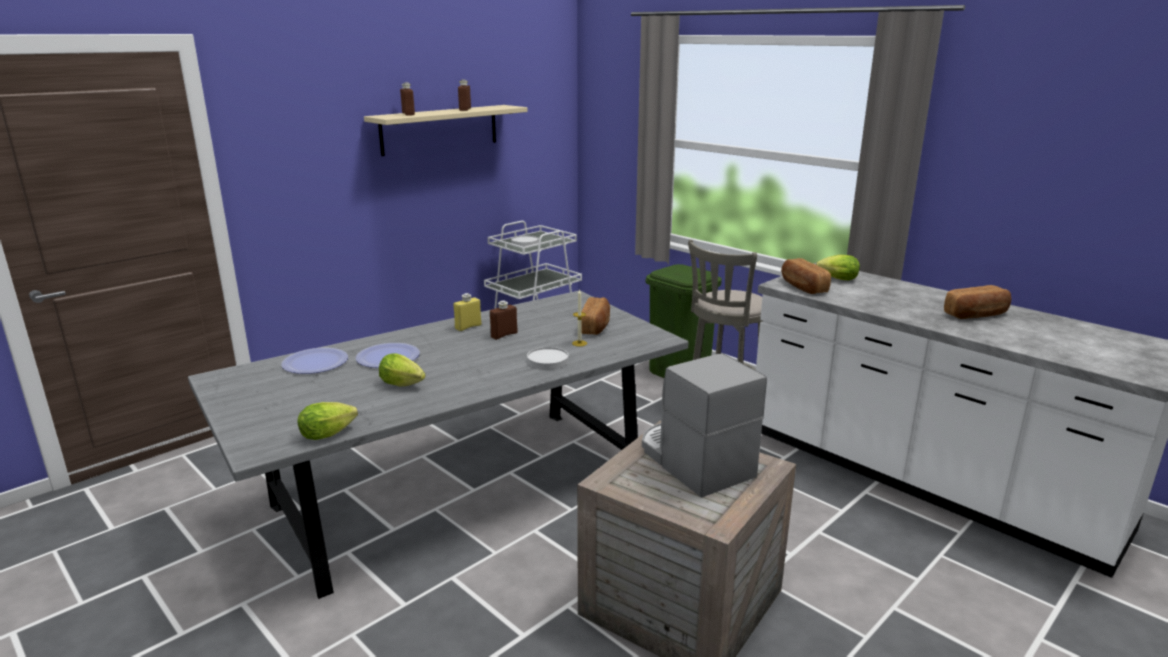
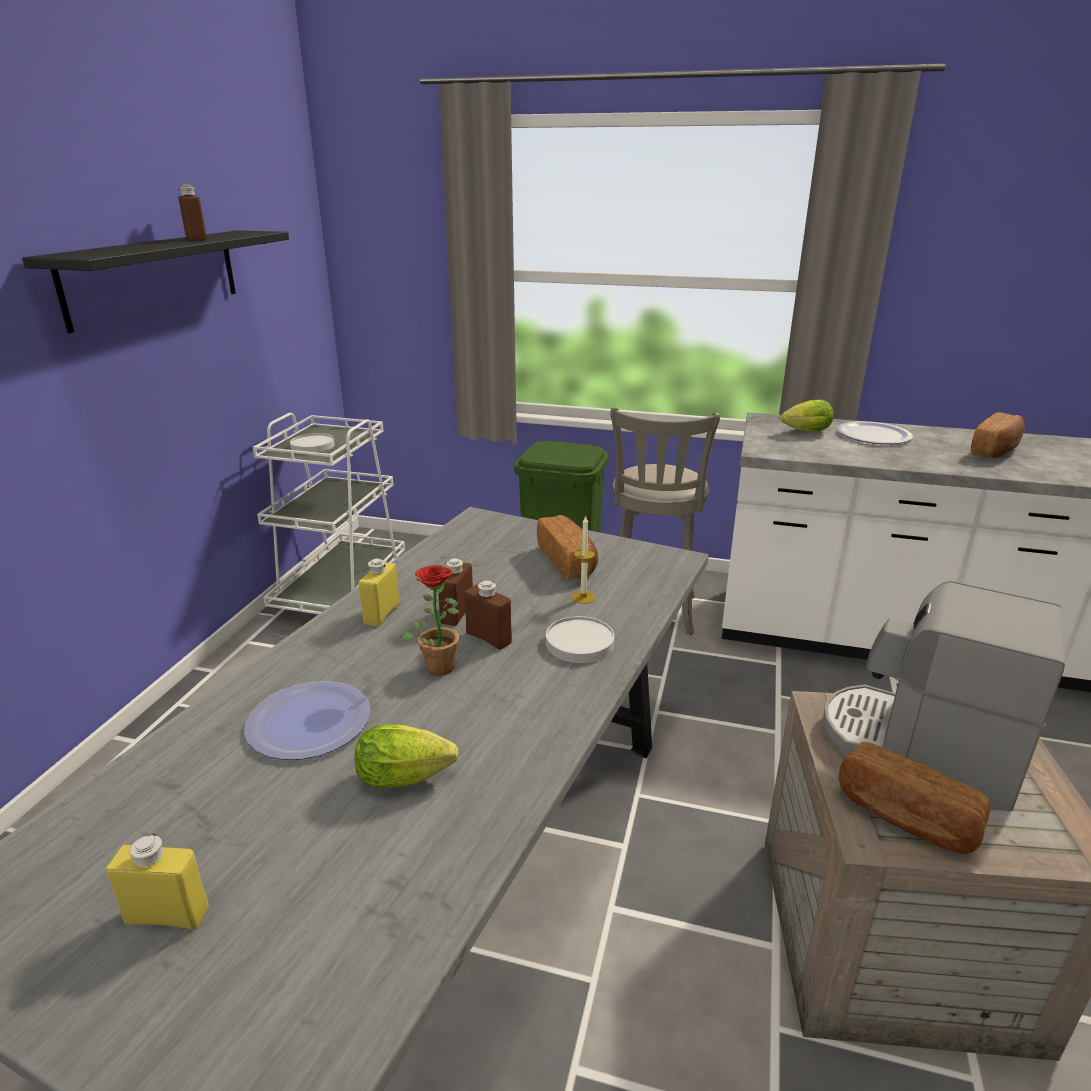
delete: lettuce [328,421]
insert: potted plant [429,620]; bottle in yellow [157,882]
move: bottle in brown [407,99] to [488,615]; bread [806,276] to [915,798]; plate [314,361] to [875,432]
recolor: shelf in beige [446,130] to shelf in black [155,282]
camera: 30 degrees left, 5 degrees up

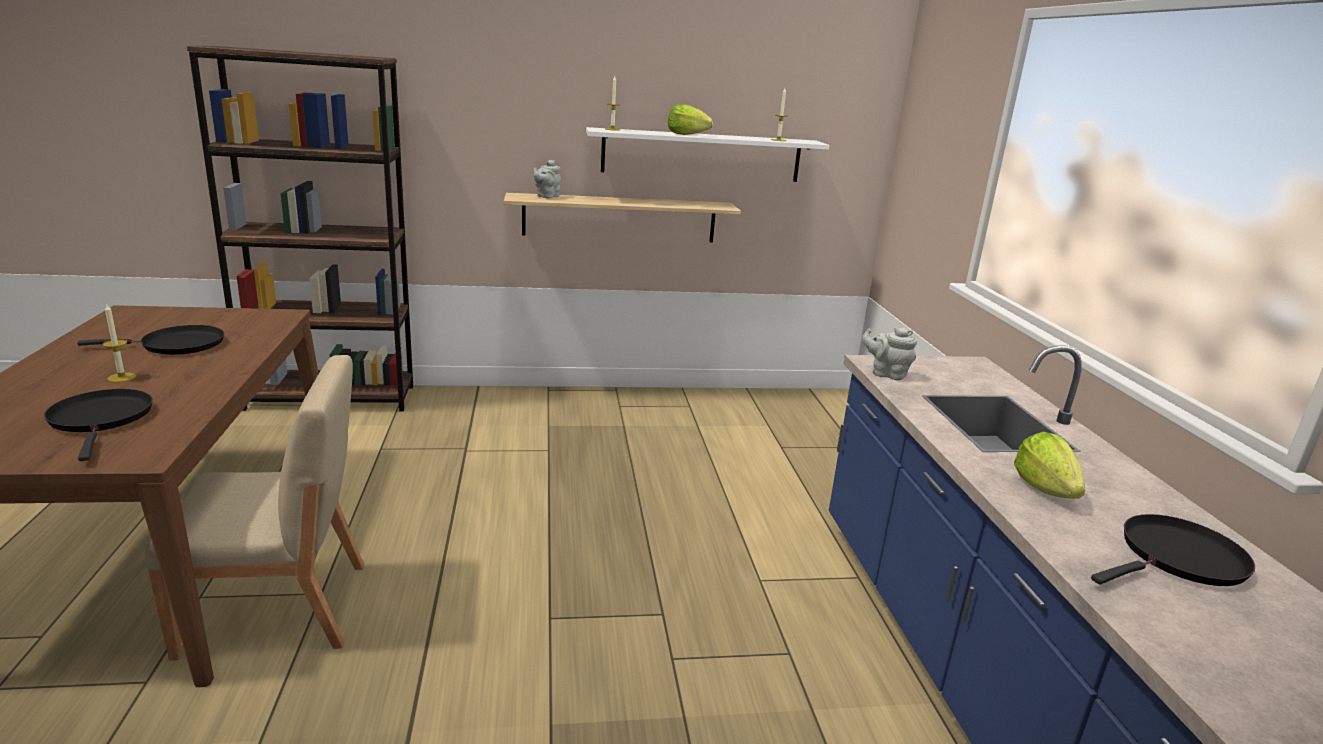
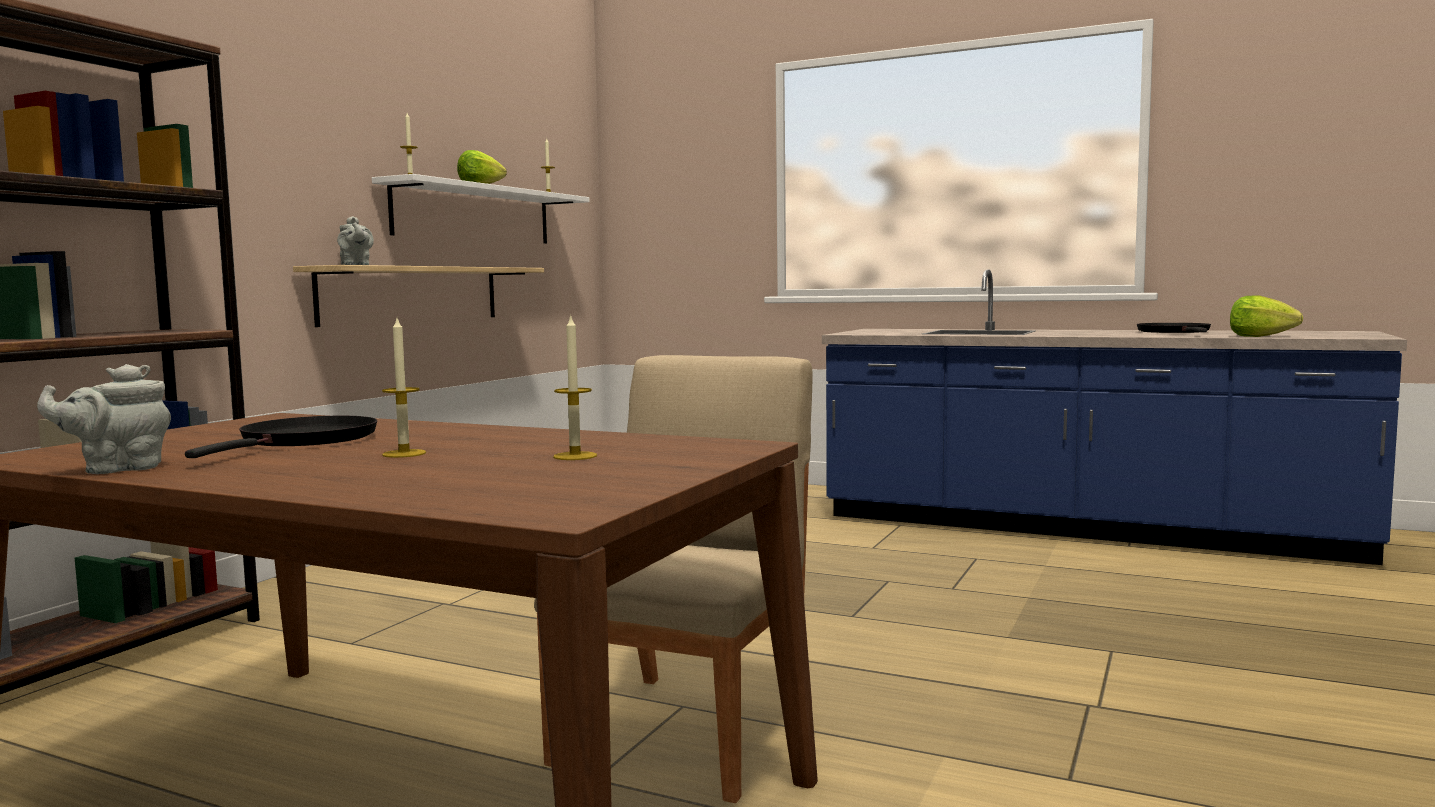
move: teapot in grey [889,353] to [104,419]; lettuce [1049,465] to [1266,316]
replace: frying pan in black [98,425] to candle [575,387]
camera: 55 degrees left, 15 degrees down

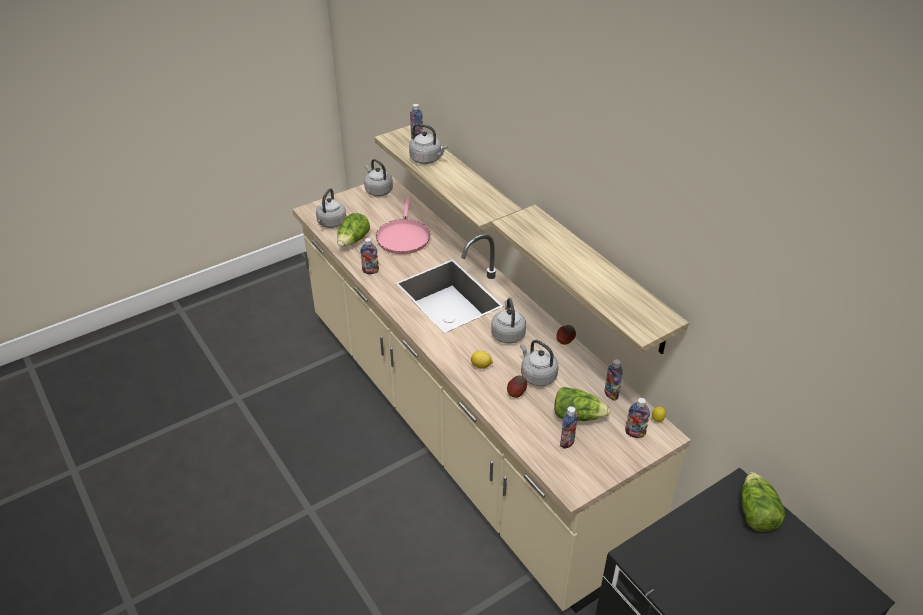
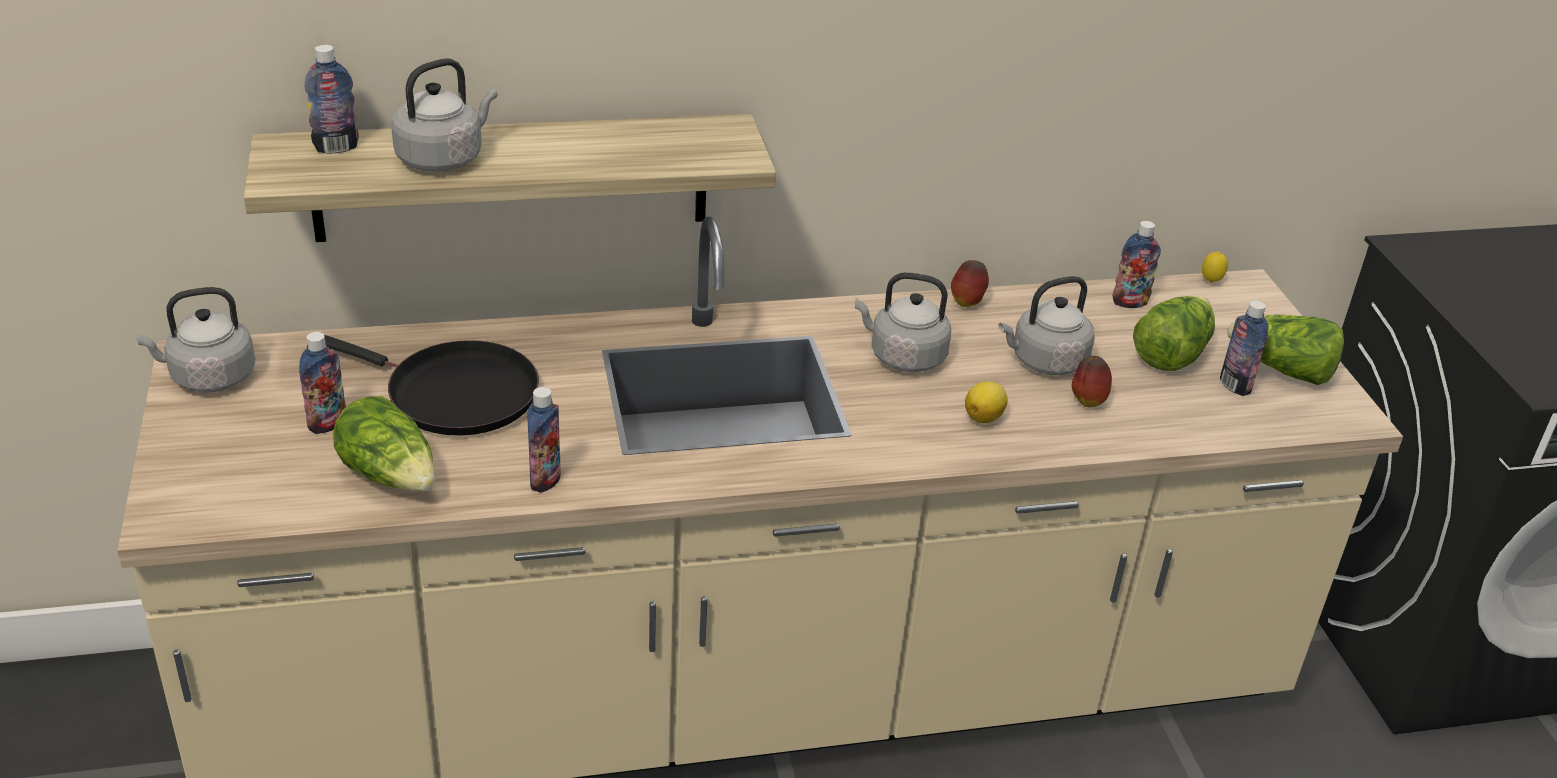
delete: kettle in grey [331,208]; shelf [590,279]
move: bottle [637,418] to [322,383]; lettuce [763,502] to [1285,350]
recolor: frying pan in pink [403,226] to frying pan in black [431,385]
camera: 70 degrees left, 5 degrees down

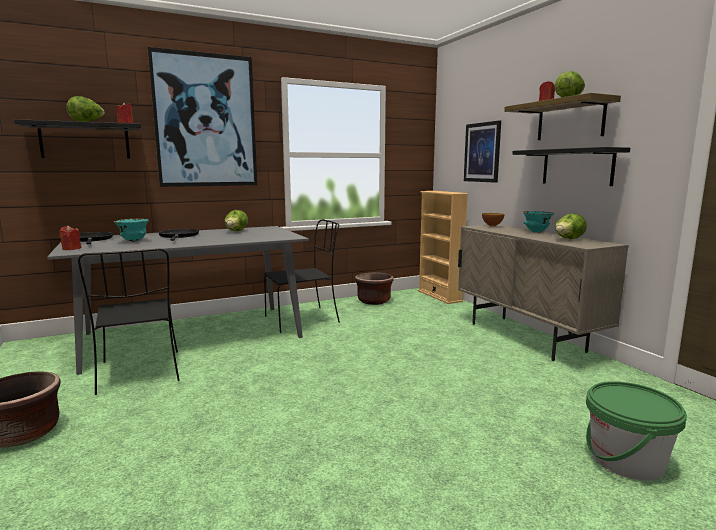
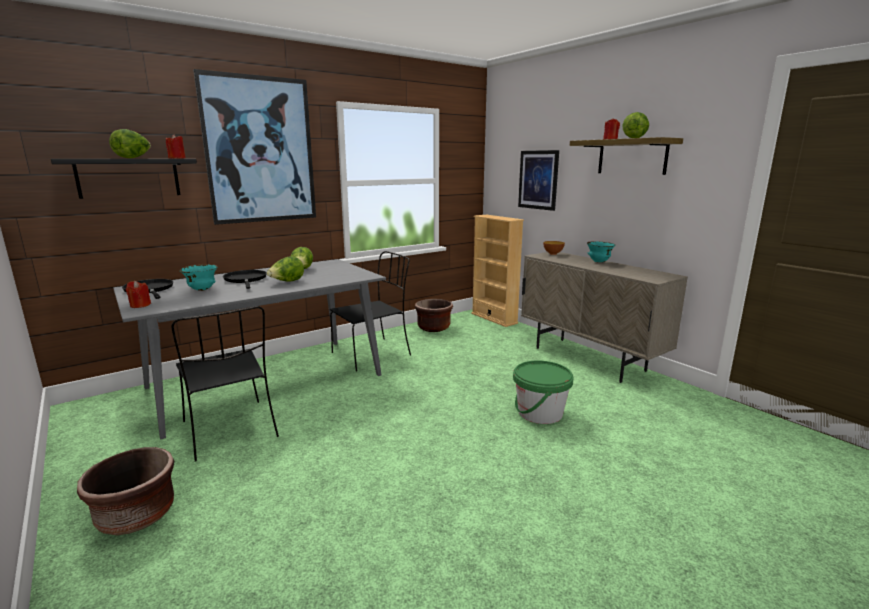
delete: shelf in black [571,166]
move: lettuce [571,226] to [285,269]; bucket in green [636,431] to [543,392]
camera: 10 degrees left, 5 degrees up

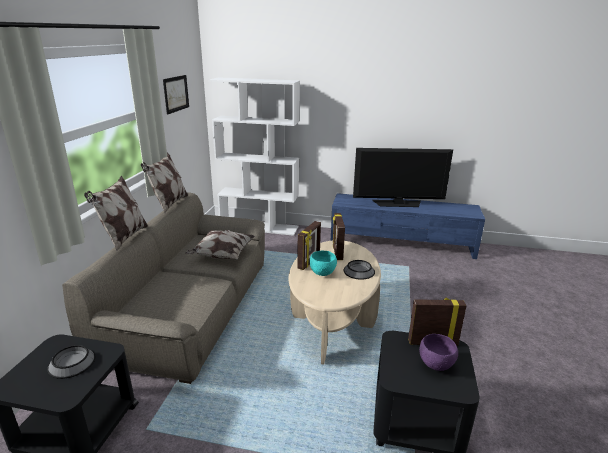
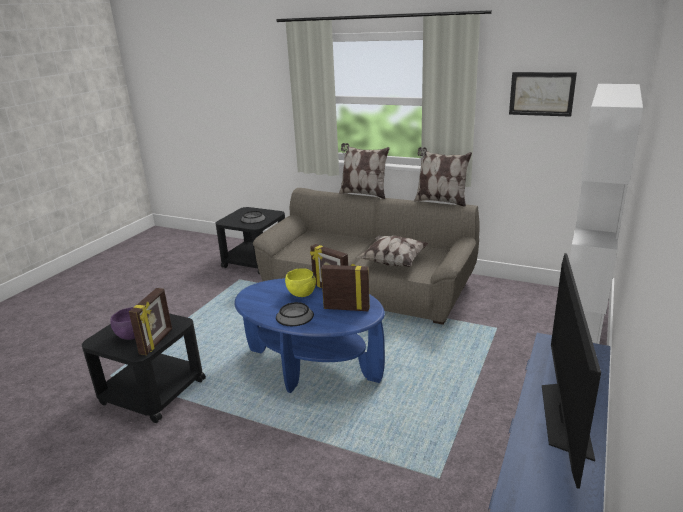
recolor: coffee table in beige [334,302] to coffee table in blue [309,335]; bowl in turquoise [323,263] to bowl in yellow [300,282]
camera: 105 degrees right, 0 degrees up

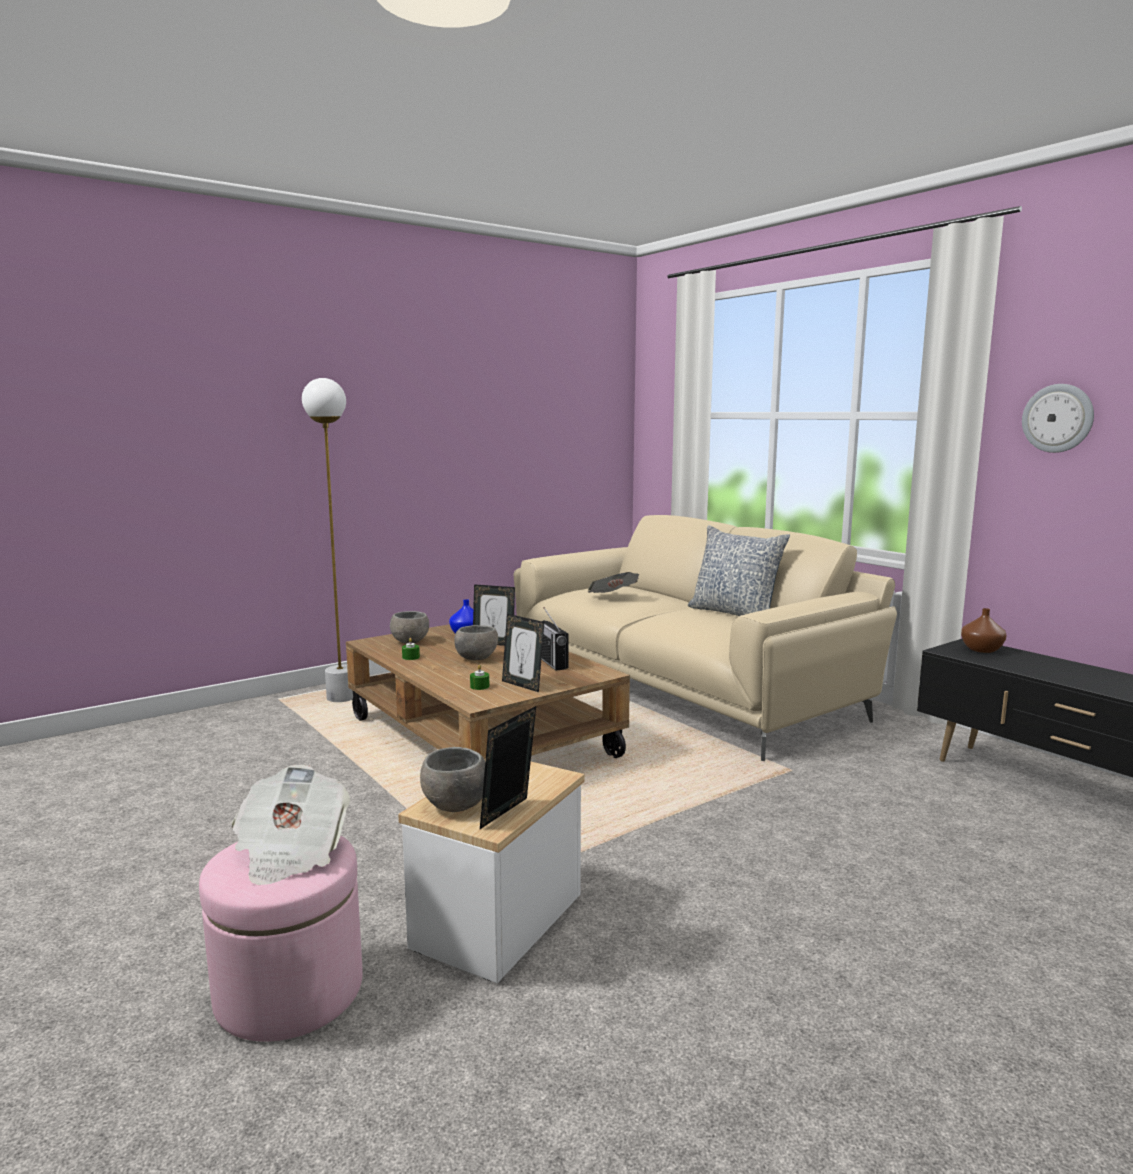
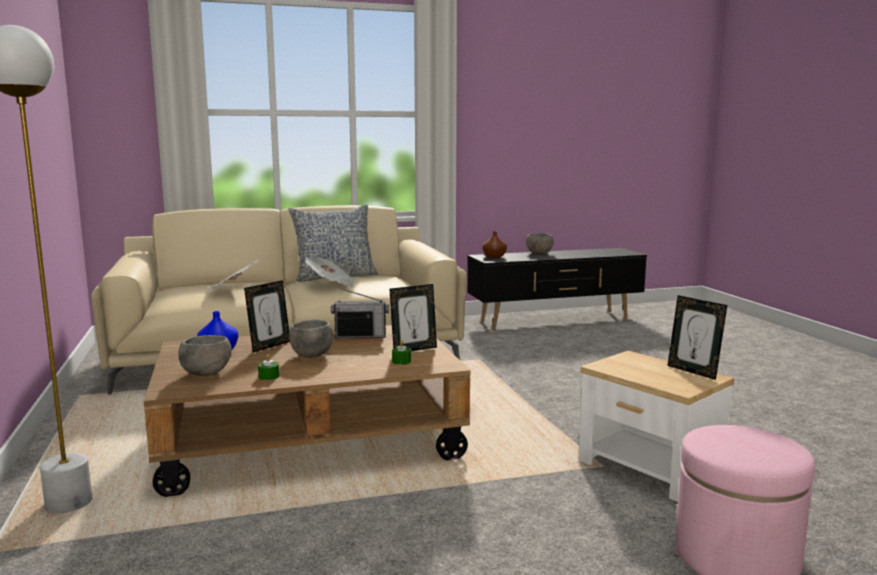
delete: wall clock [1058,418]
move: bowl in grey [452,779] to [540,244]; newspaper [290,824] to [329,271]
camera: 70 degrees left, 0 degrees up

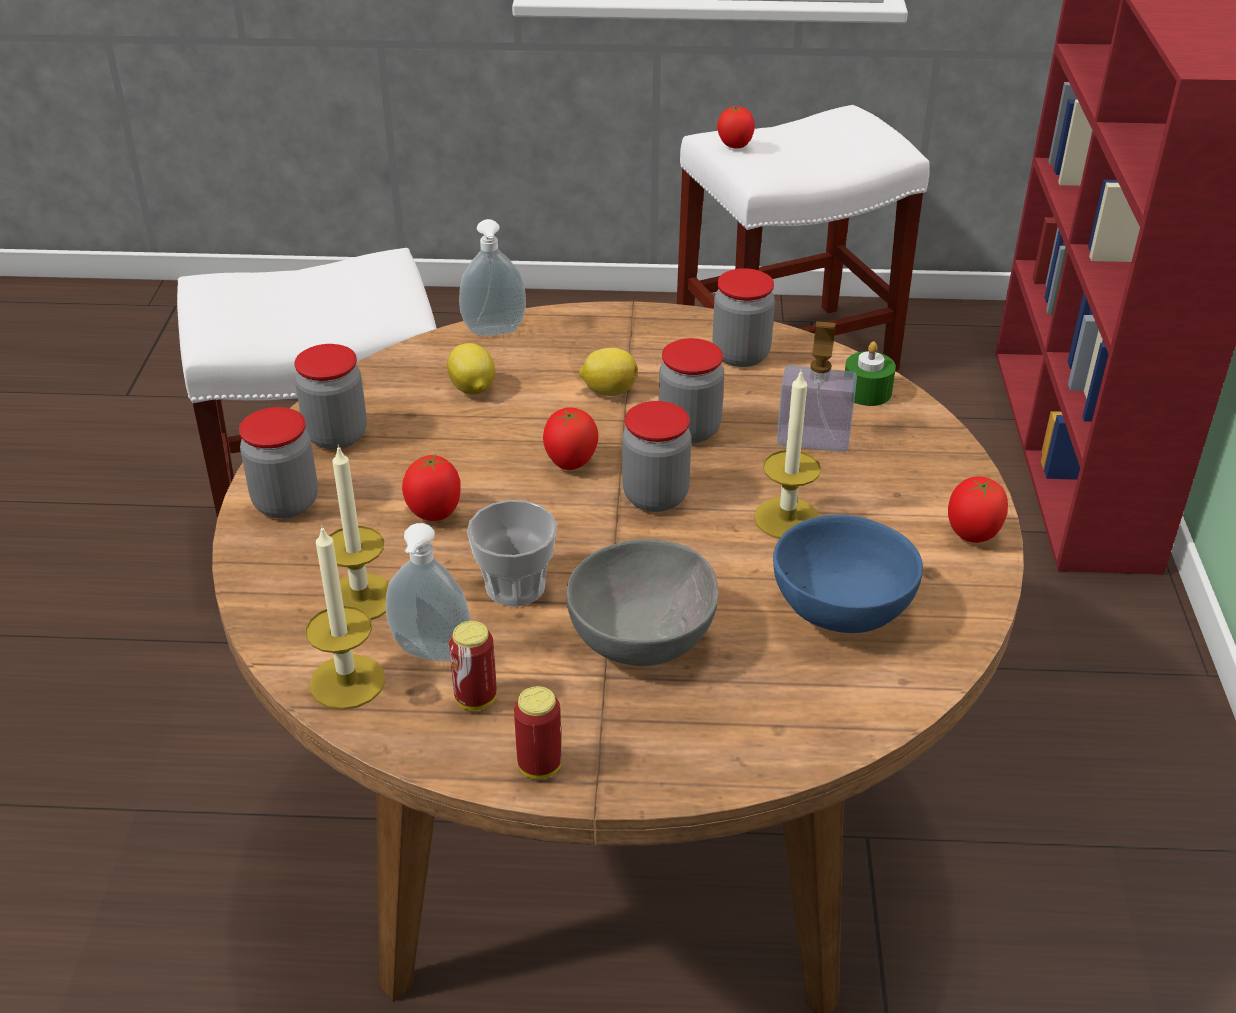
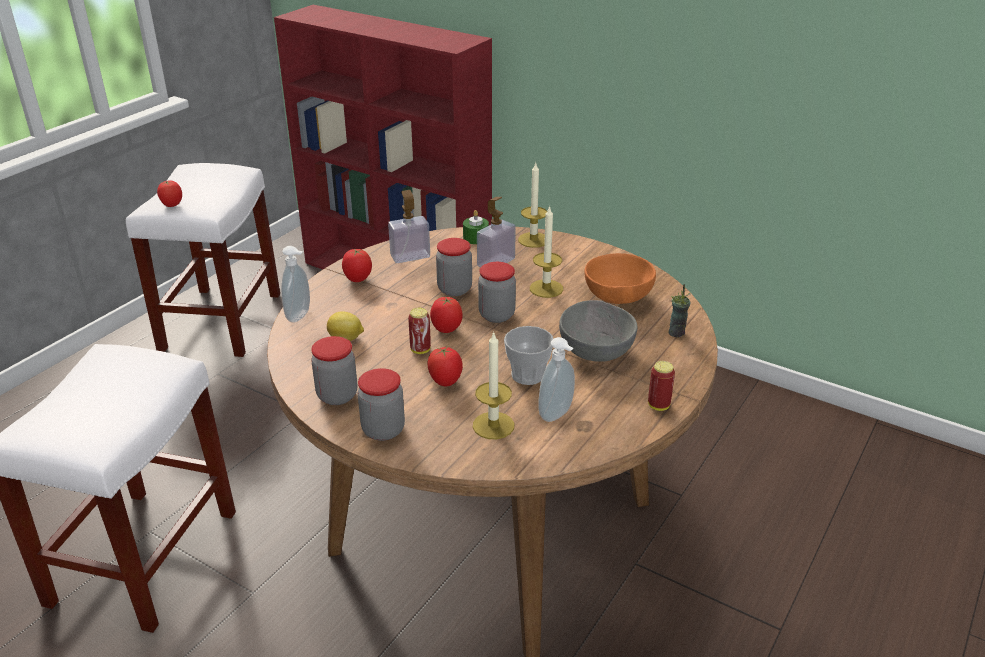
delete: lemon [608,372]
insert: cup [679,310]
move: tomato [978,509] to [357,265]; candle [345,618] to [532,205]; can [473,665] to [419,331]
replace: jar [743,317] to soap dispenser [409,226]
recolor: bowl in blue [848,574] to bowl in orange [620,278]
camera: 60 degrees left, 5 degrees down

